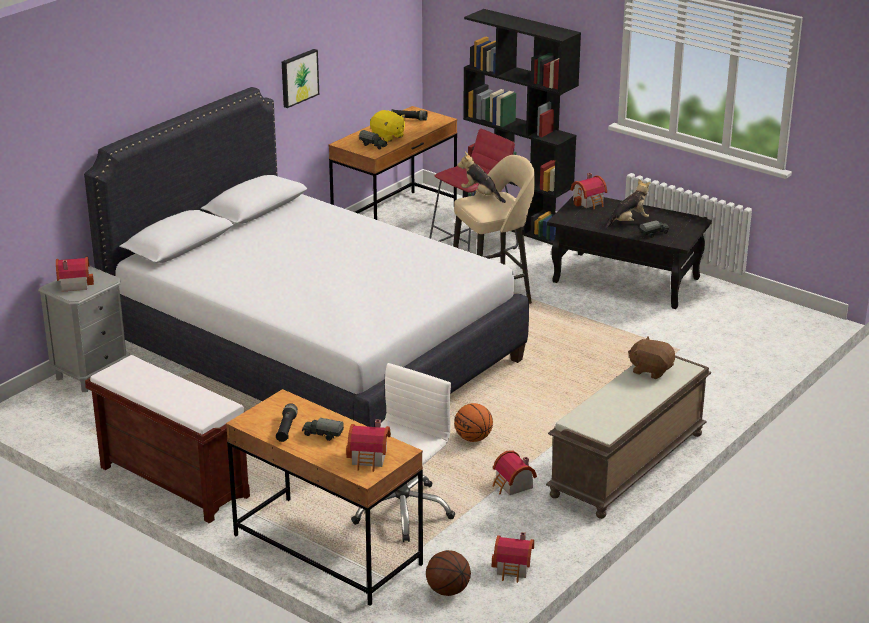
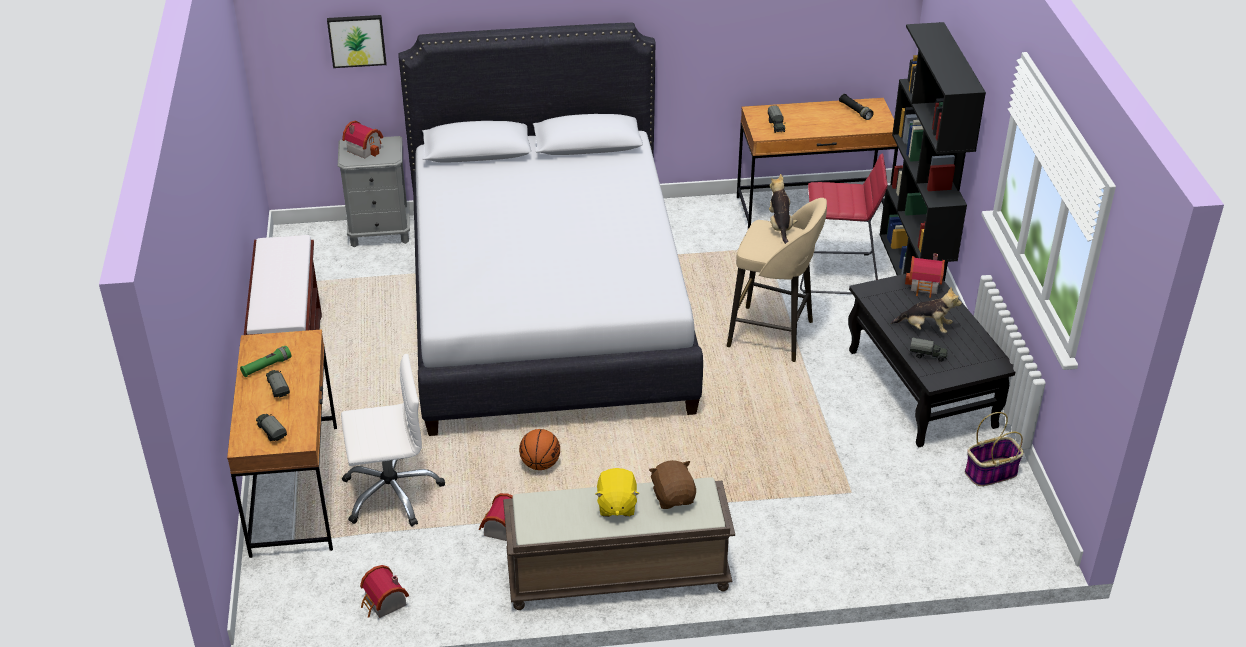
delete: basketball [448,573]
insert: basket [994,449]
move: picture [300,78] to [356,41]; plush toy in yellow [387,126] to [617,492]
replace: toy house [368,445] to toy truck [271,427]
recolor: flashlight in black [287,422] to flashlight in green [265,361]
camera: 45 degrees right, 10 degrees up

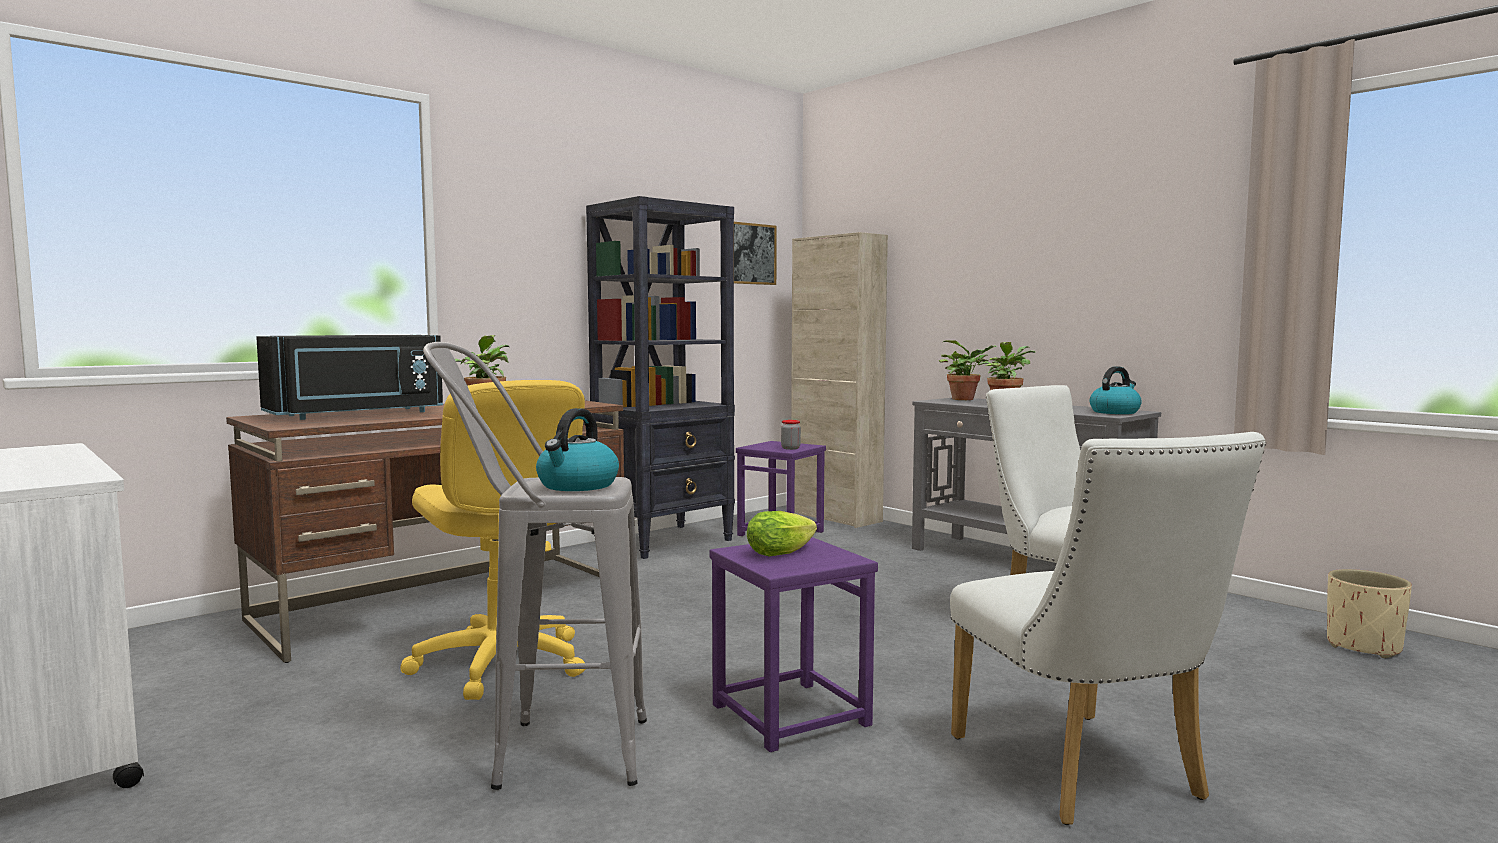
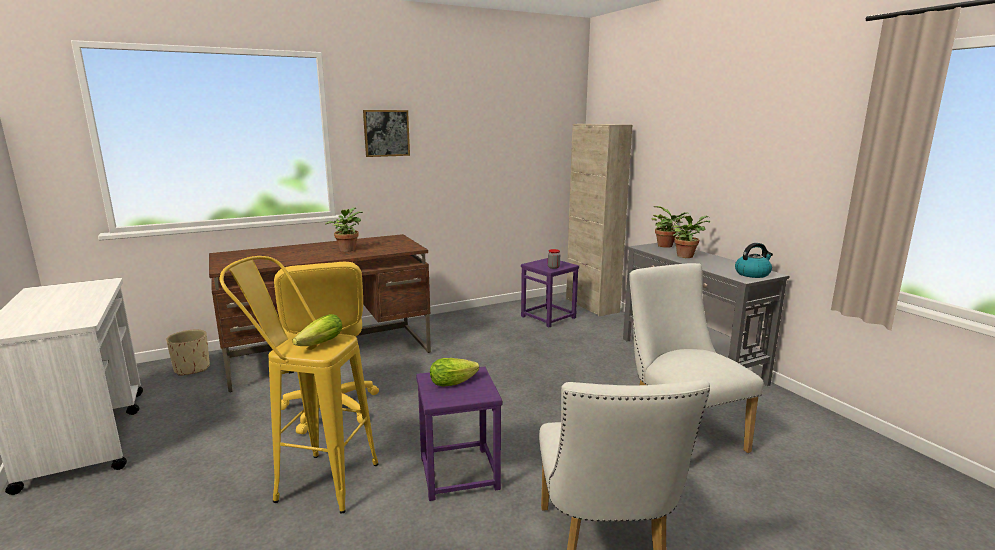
delete: bookcase in black [660,377]; microwave in black [349,377]
move: picture [755,253] to [386,133]; planter in beige [1369,613] to [188,353]
replace: kettle [577,449] to lettuce [317,330]
recolor: stool in grey [535,566] to stool in yellow [299,385]
camera: 15 degrees right, 10 degrees up

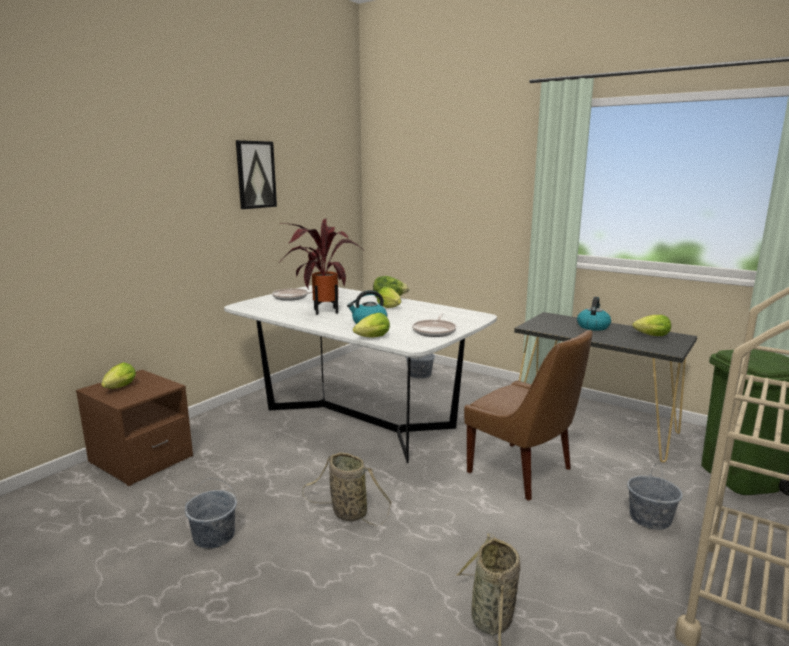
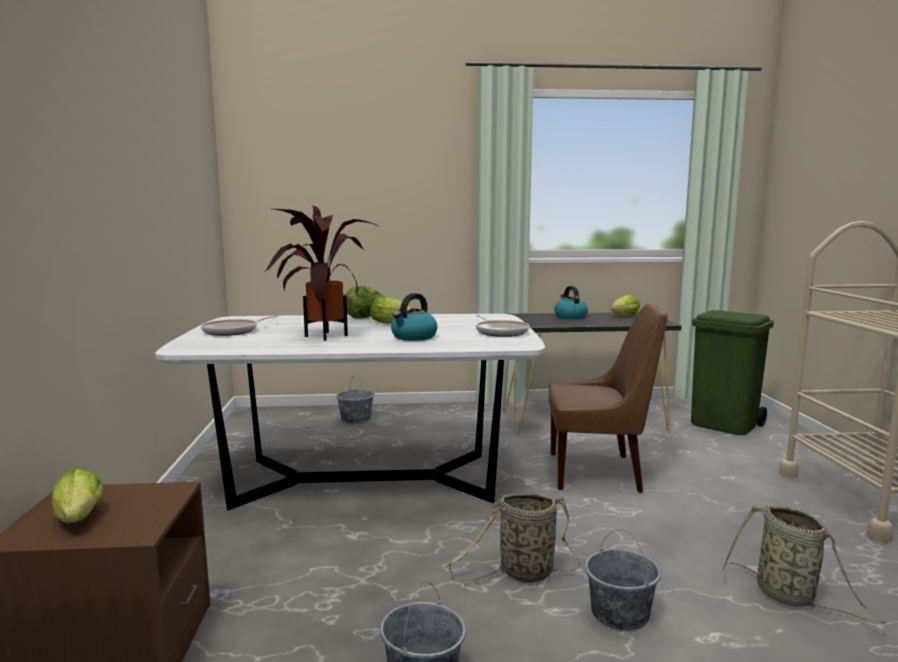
delete: picture [256,174]; lettuce [371,325]
move: bucket in grey [655,496] to [623,580]
camera: 40 degrees left, 5 degrees down

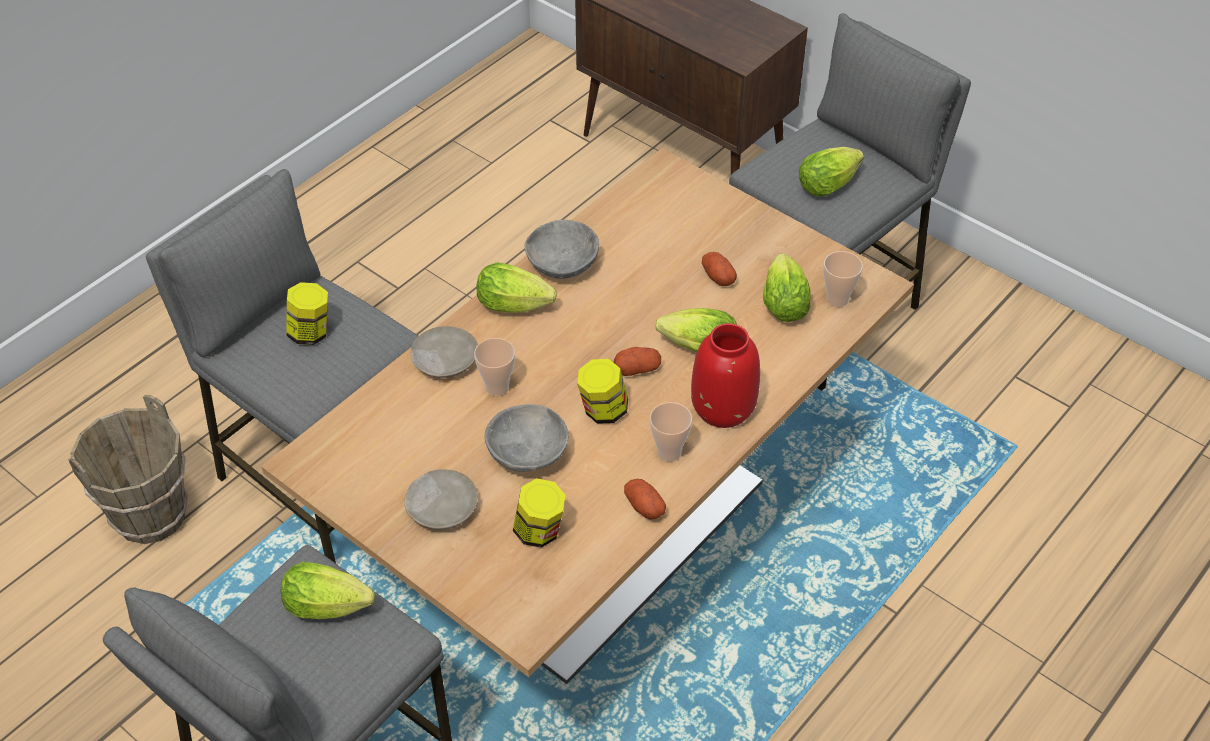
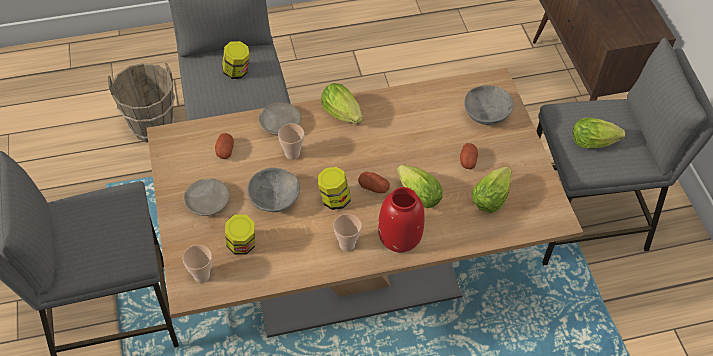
delete: lettuce [328,590]
move: bowl in grey [561,249] to [489,105]; cup [843,279] to [197,264]; potato [645,499] to [224,146]
camera: 35 degrees right, 5 degrees up

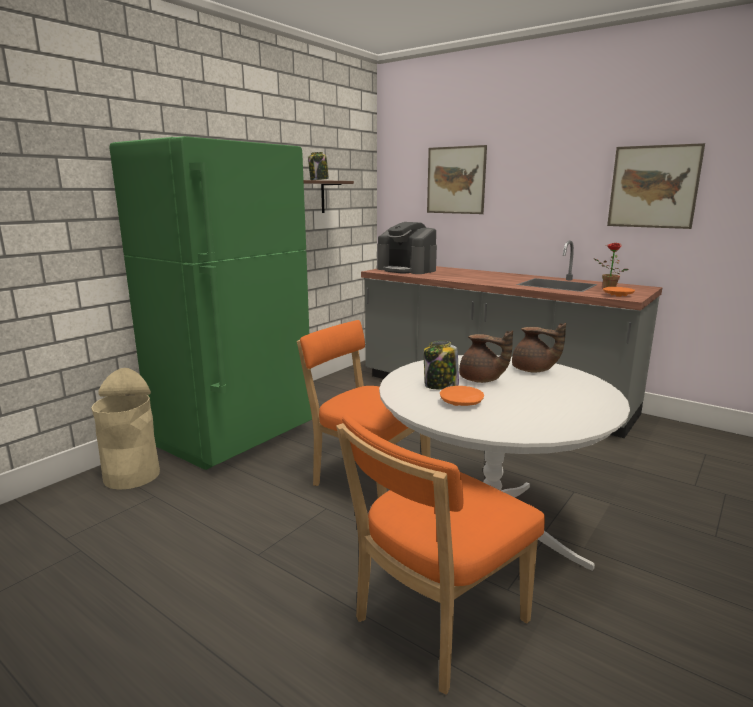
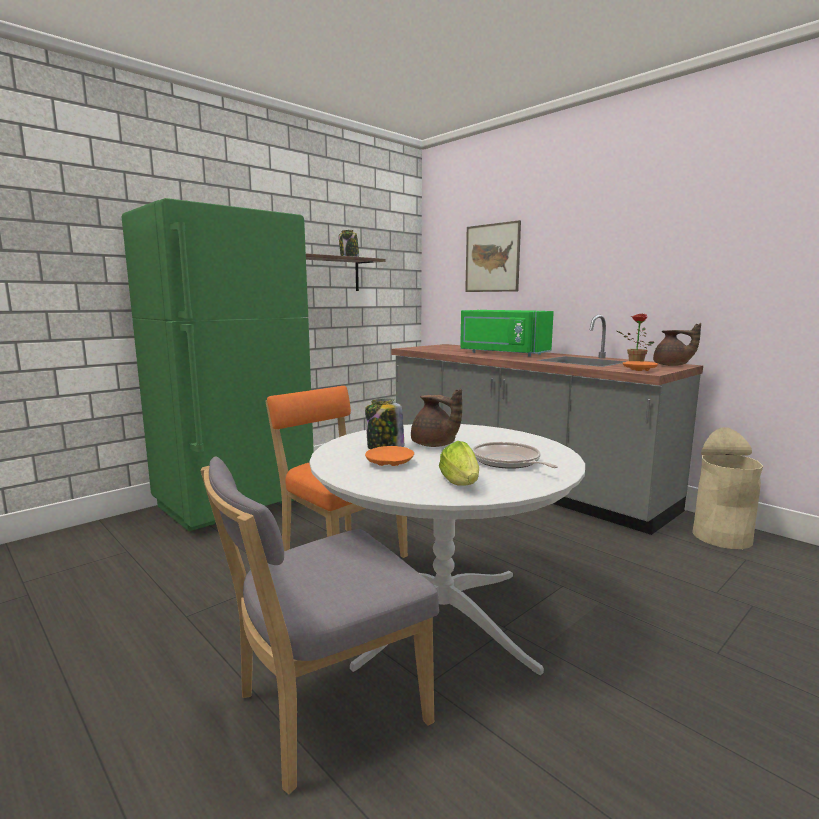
delete: picture [656,186]; coffee machine [407,248]
insert: microwave in green [507,333]; lettuce [459,463]; frying pan [515,455]
move: teapot in brown [539,348] to [677,344]; trash can in beige [125,429] to [727,488]
recolor: chair in orange [440,554] to chair in grey [319,625]
camera: 10 degrees right, 5 degrees down

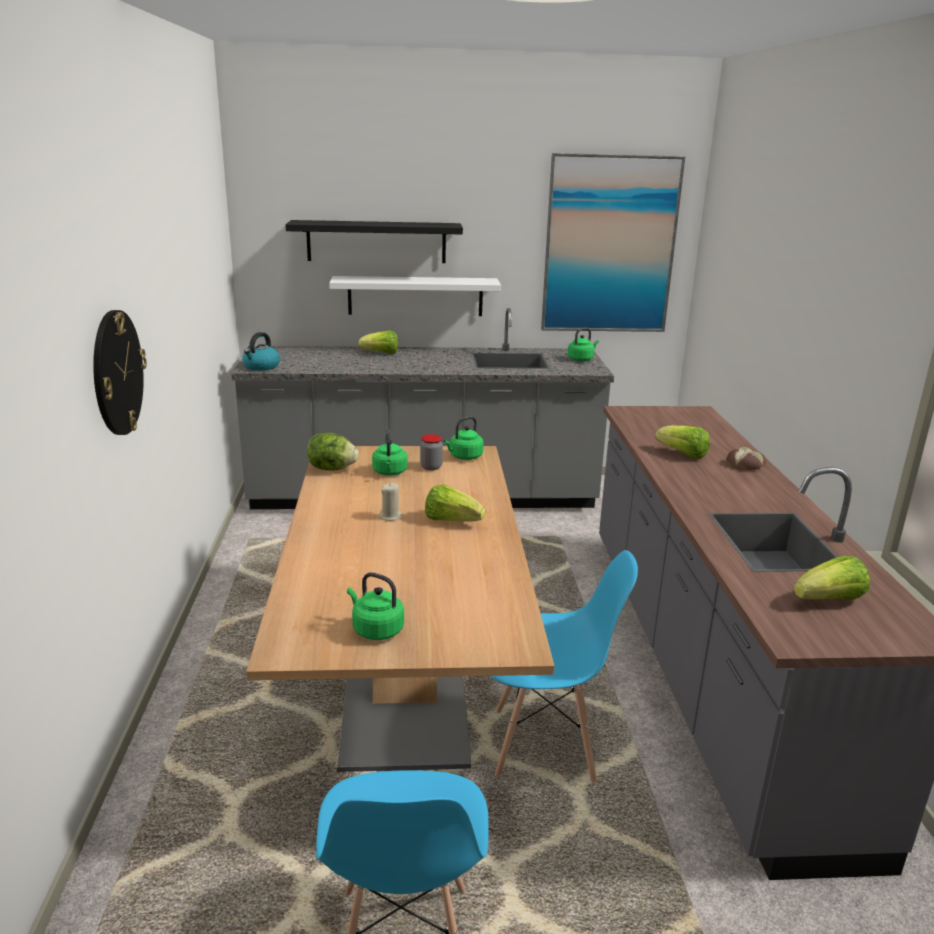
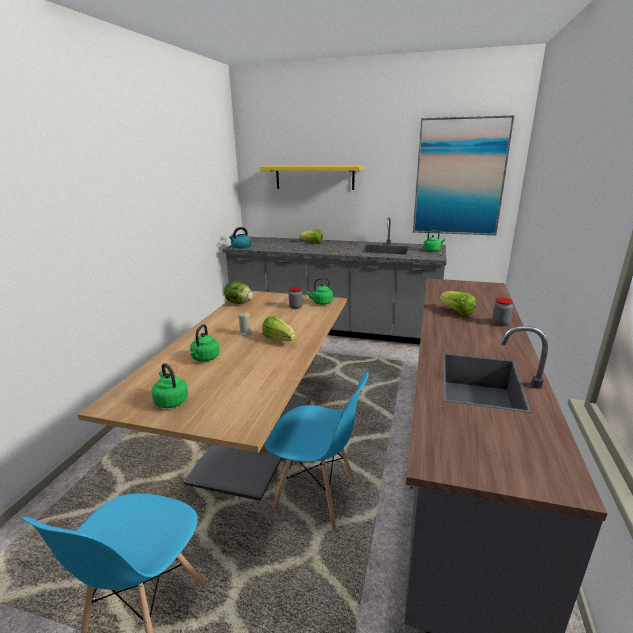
delete: shelf in white [415,296]; wall clock [120,372]; lettuce [832,578]
move: kettle in green [390,452] to [205,342]
replace: bread [746,458] to jar [502,312]
recolor: shelf in black [374,241] to shelf in yellow [311,177]
camera: 20 degrees right, 0 degrees up

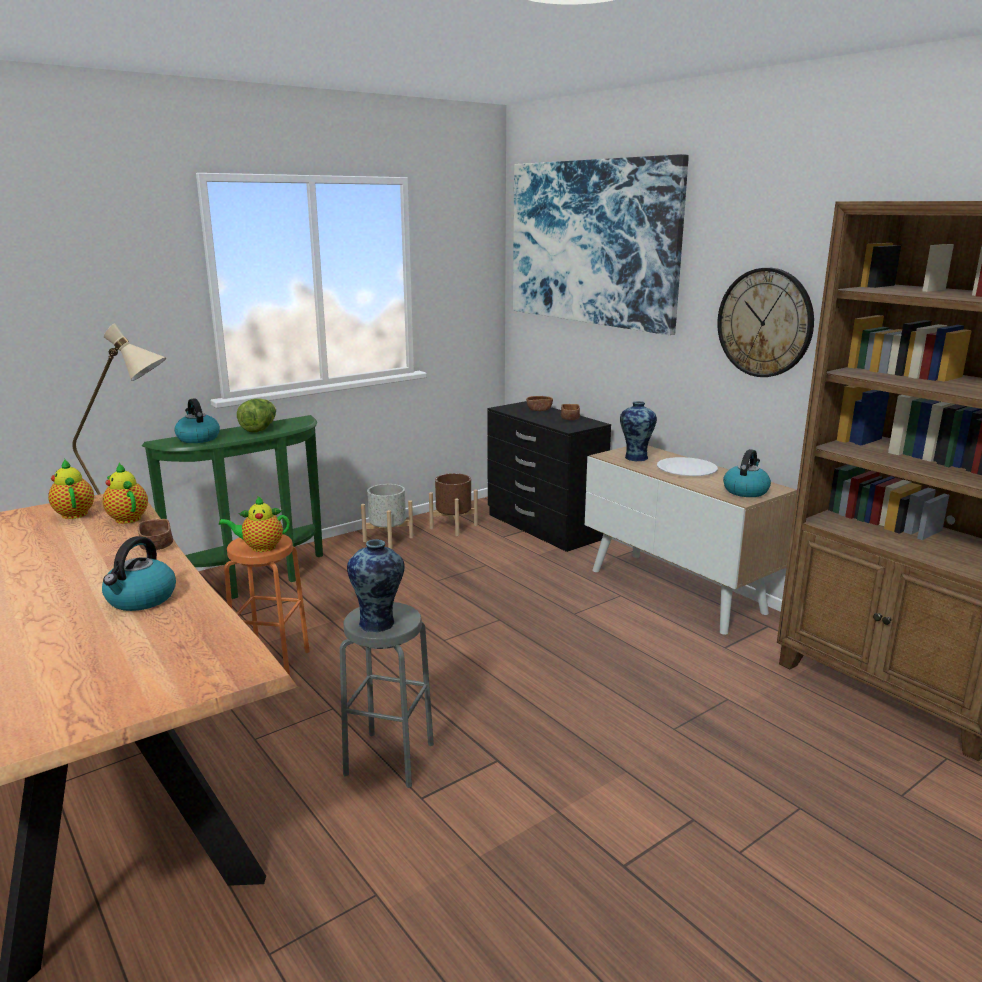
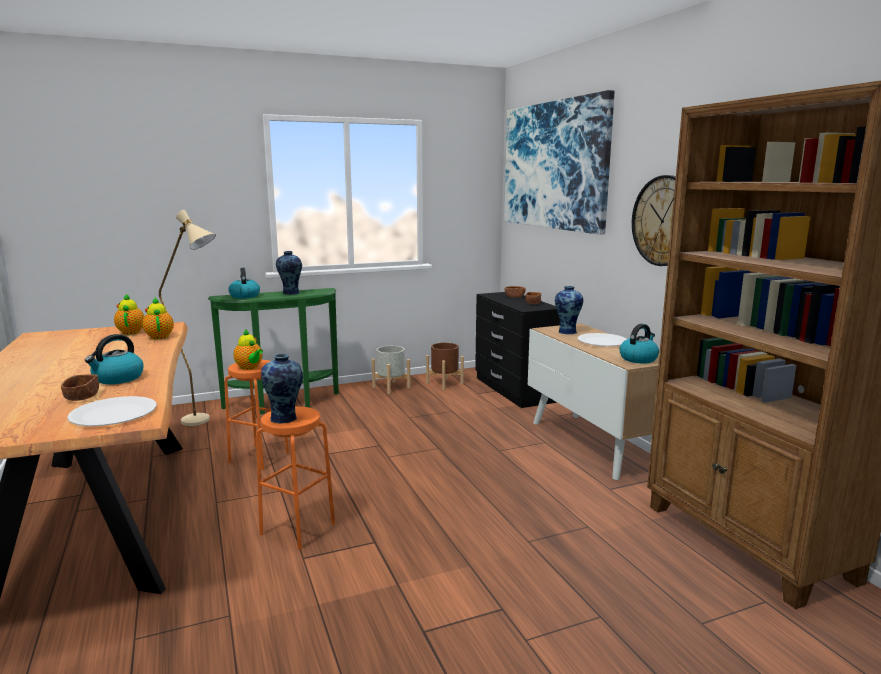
insert: plate in white [111,411]
move: bowl in brown [155,534] to [80,387]
replace: lettuce [256,416] to vase [289,273]
recolor: stool in grey [387,695] to stool in orange [295,478]
rotate: teapot [254,524] = [248,349] 135 degrees counterclockwise
camera: 15 degrees right, 5 degrees down

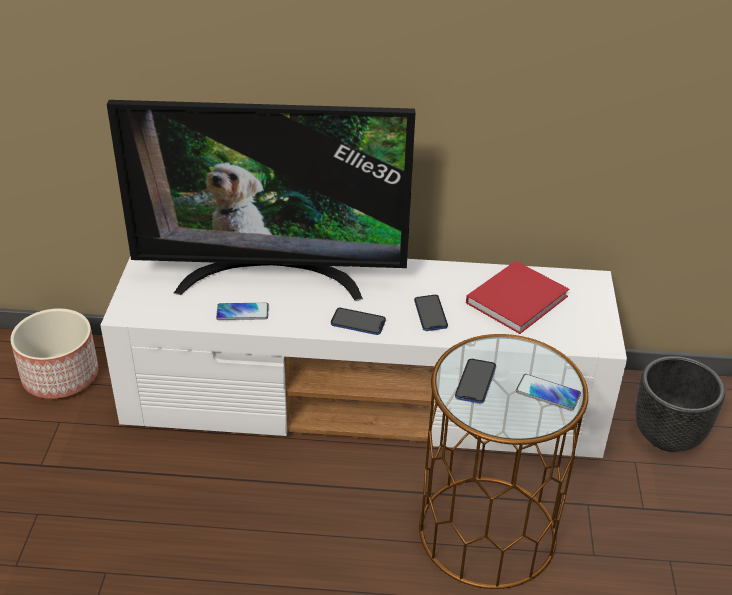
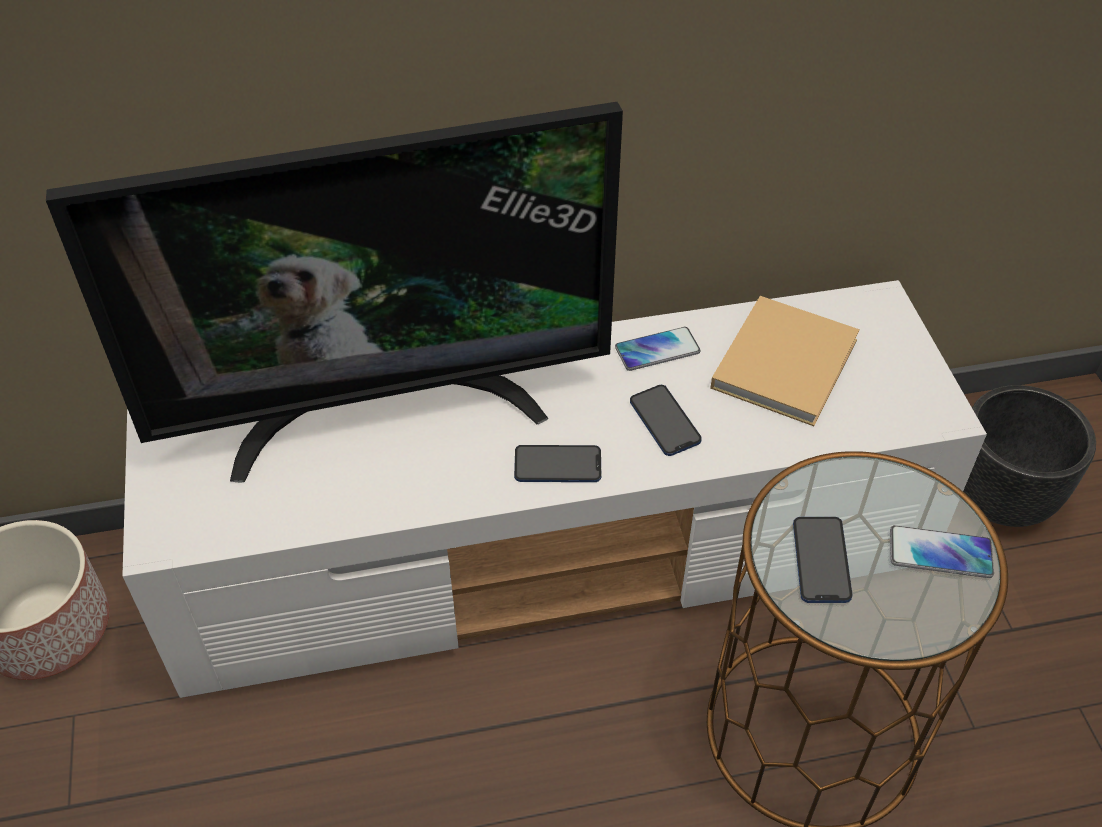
move: phone [242,311] to [658,349]
recolor: book in red [517,297] to book in beige [785,361]
camera: 15 degrees left, 10 degrees up

